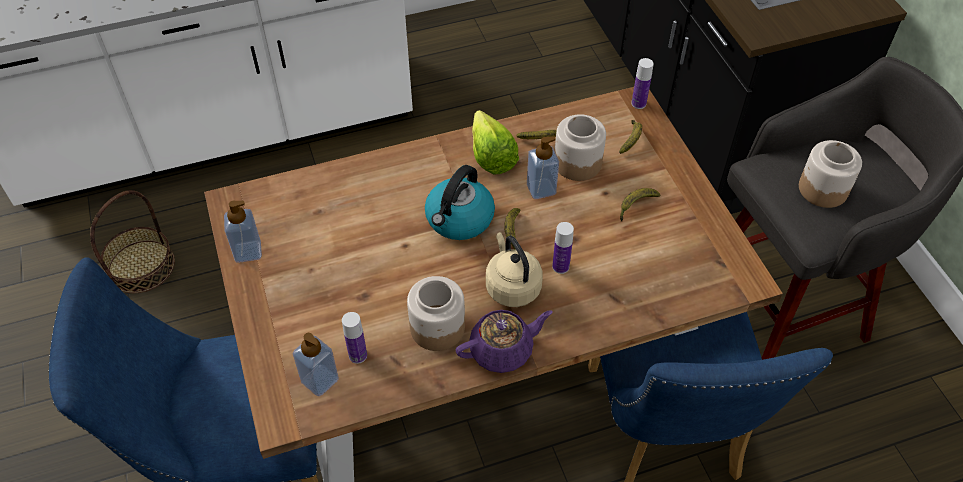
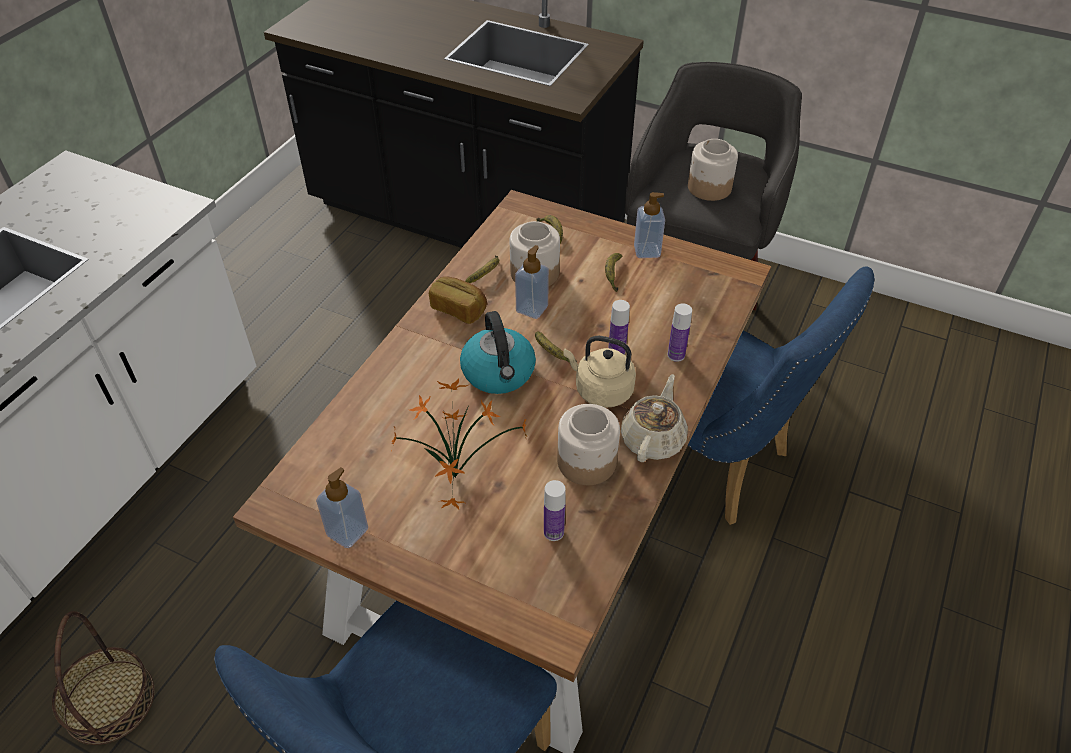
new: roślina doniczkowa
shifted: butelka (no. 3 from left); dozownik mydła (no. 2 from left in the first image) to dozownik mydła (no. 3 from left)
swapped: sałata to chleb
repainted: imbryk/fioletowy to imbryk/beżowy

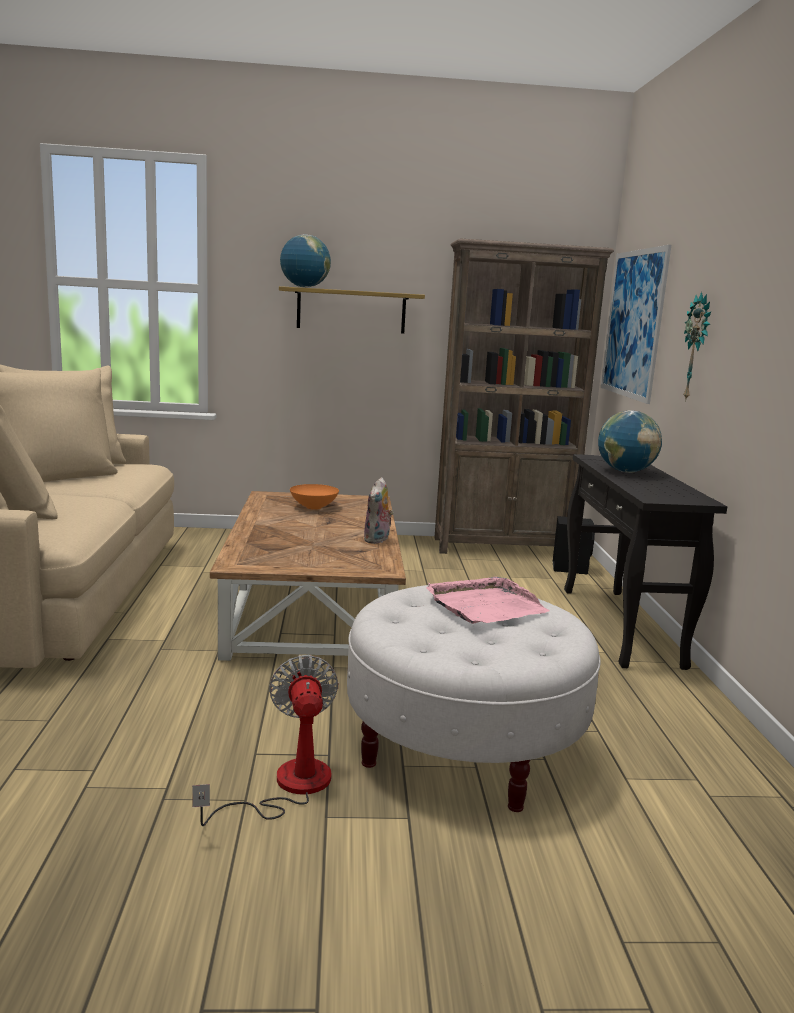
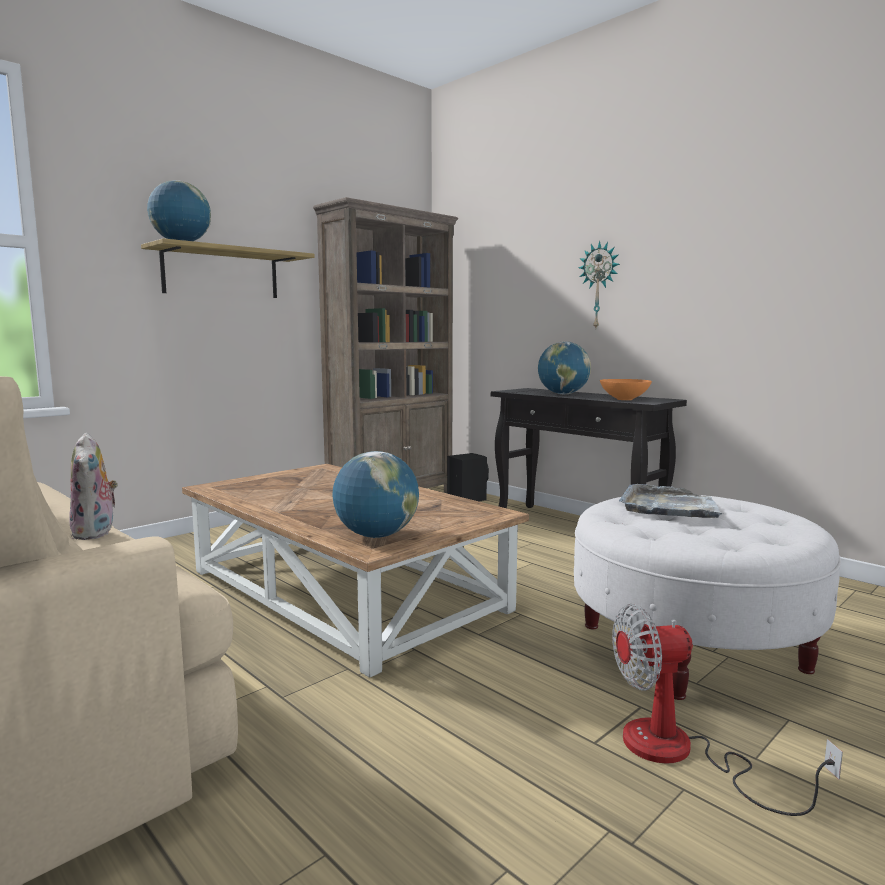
gone: obraz
new: globus (no. 2 from left)
shifted: pluszak; miska/pomarańczowy
repainted: taca/różowy to taca/szary
rotated: wentylator 45 degrees counterclockwise

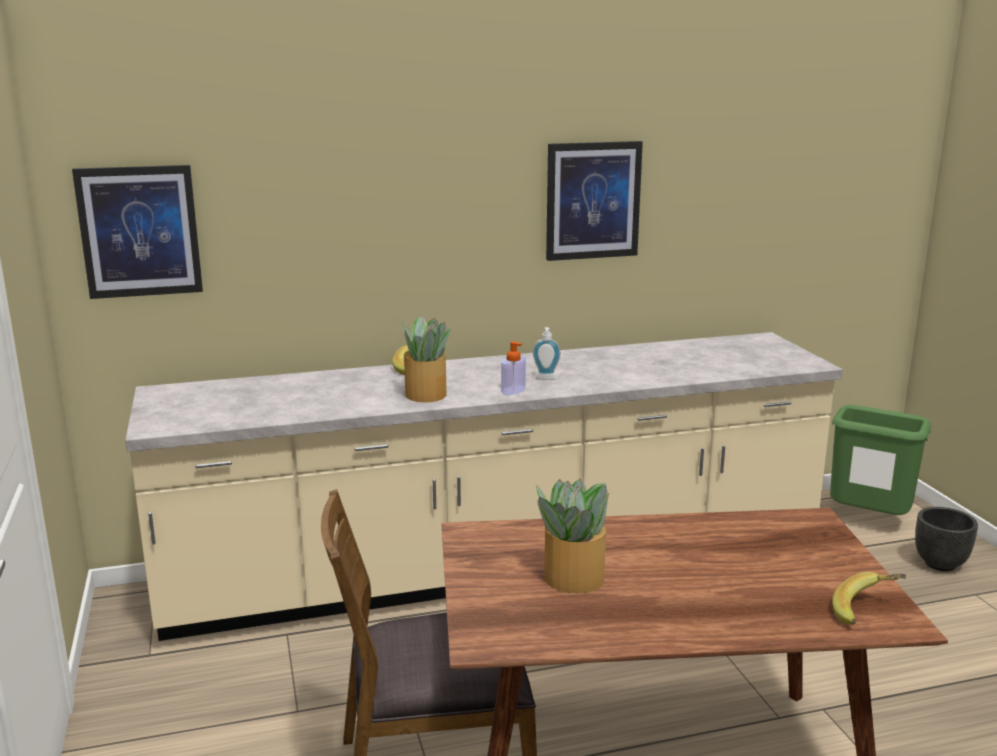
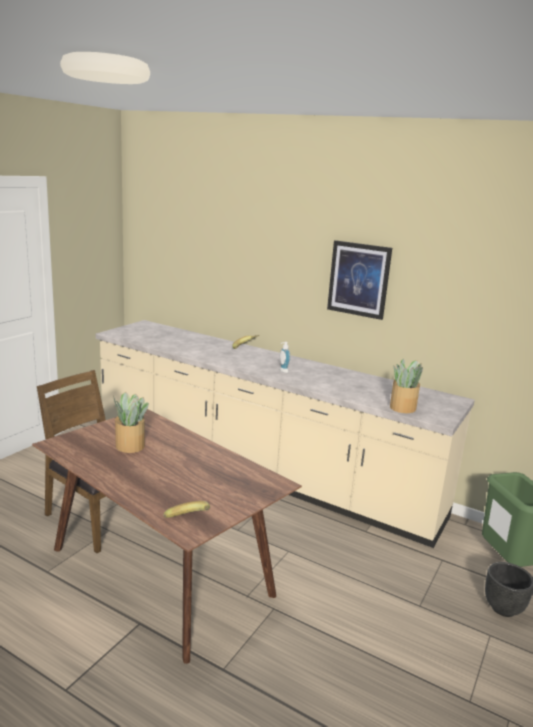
gone: obraz (no. 1 from left); dozownik mydła (no. 1 from left)
shifted: roślina doniczkowa (no. 1 from left in the first image) to roślina doniczkowa (no. 2 from left)

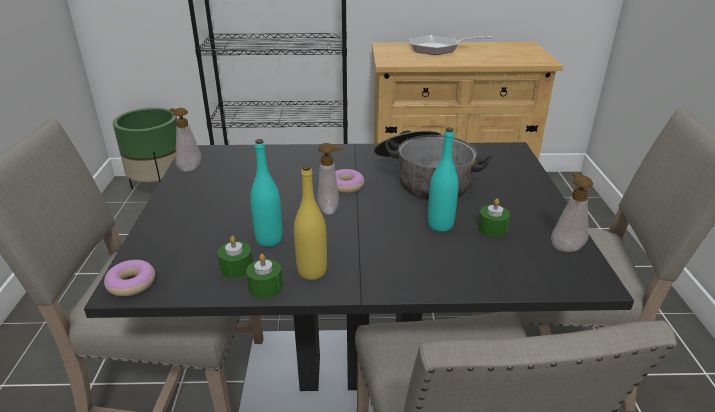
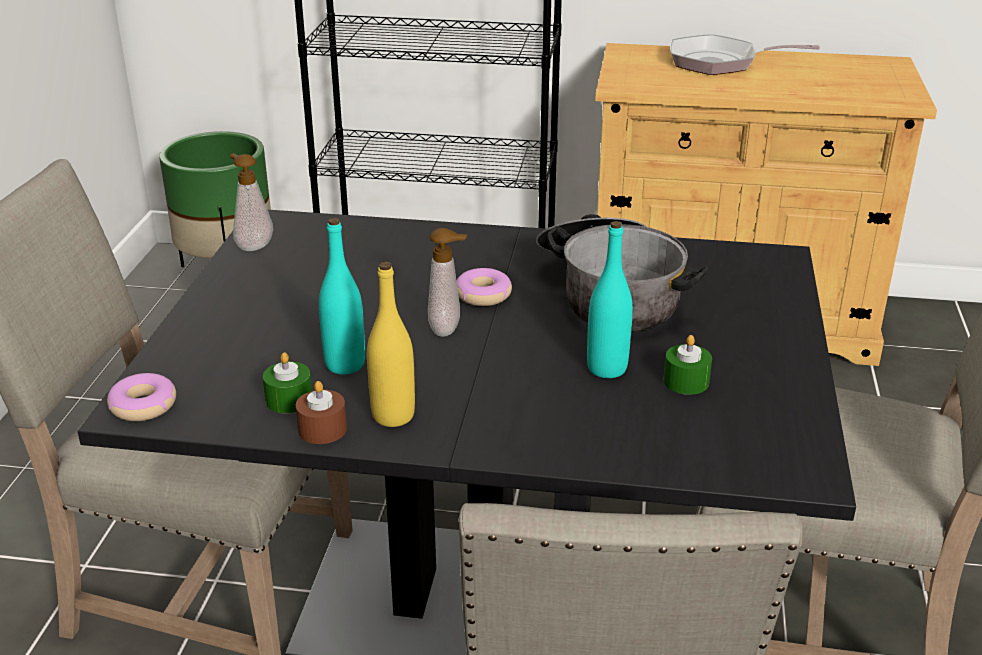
gone: dozownik mydła (no. 3 from left)
repainted: świeca/zielony (no. 2 from left) to świeca/brązowy

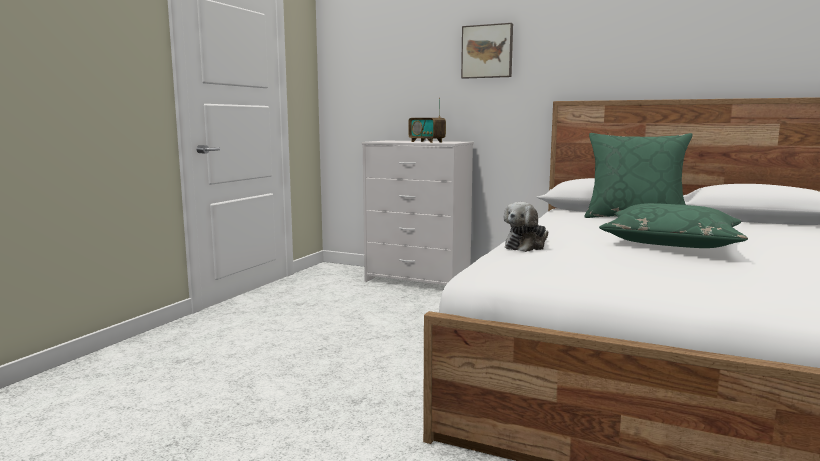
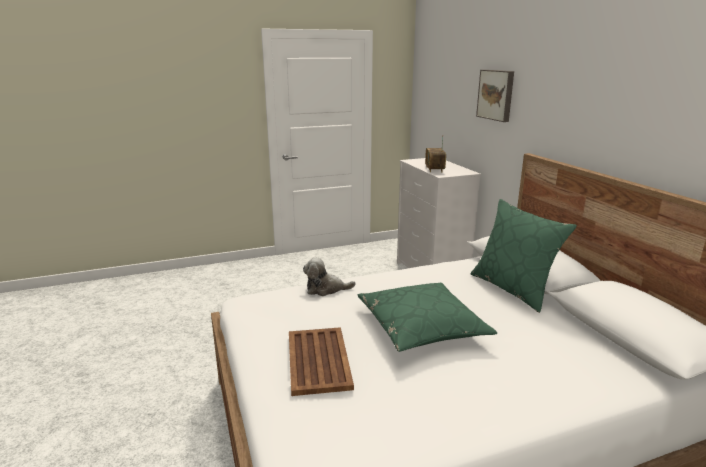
new: taca/brązowy

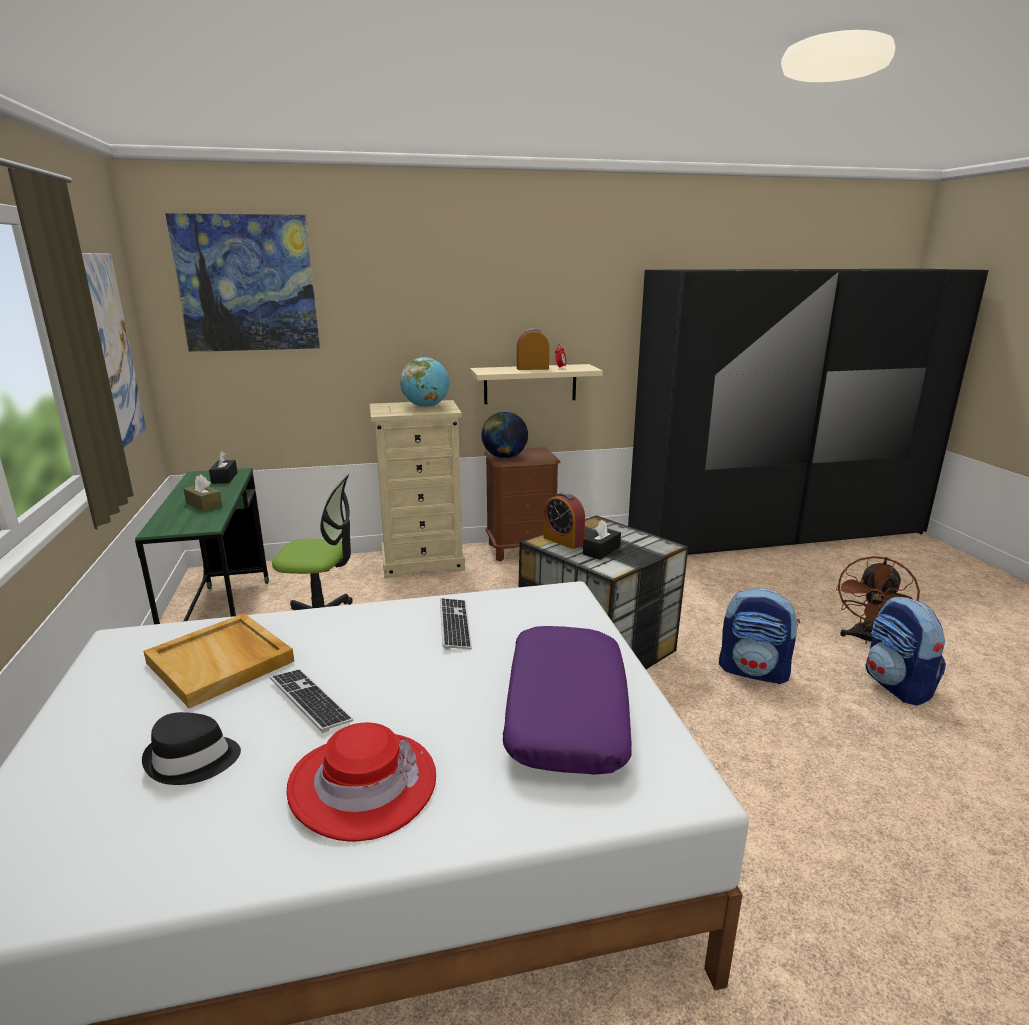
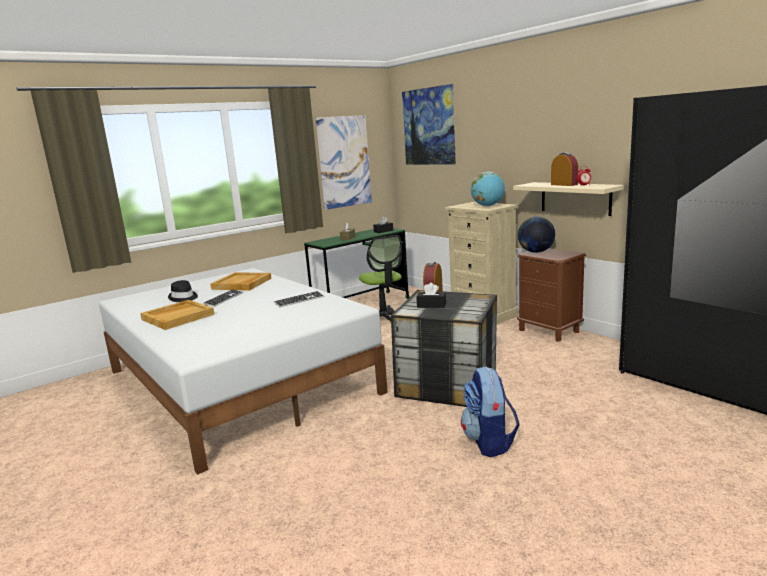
gone: wentylator/brązowy; plecak (no. 2 from left); poduszka/fioletowy
swapped: kapelusz/czerwony to taca/beżowy (no. 1 from left)

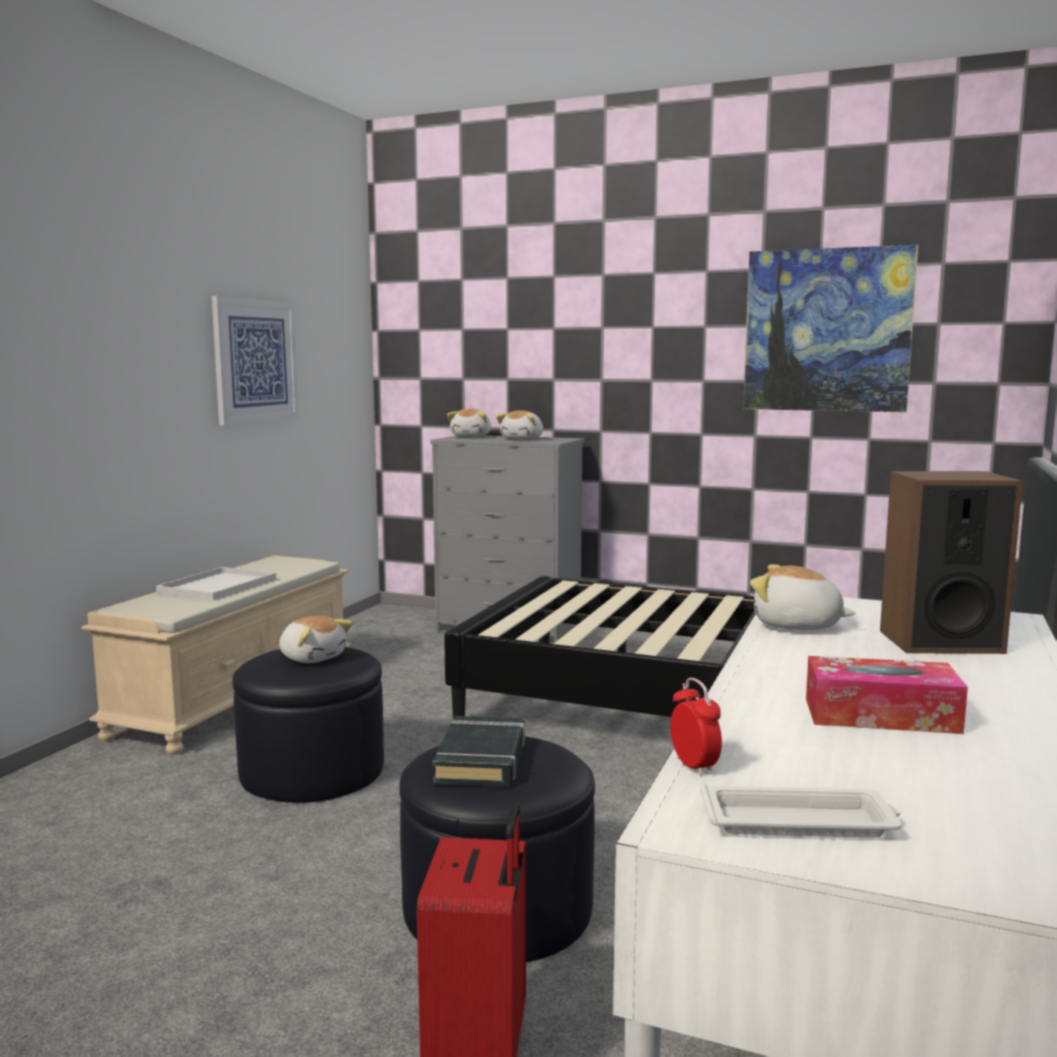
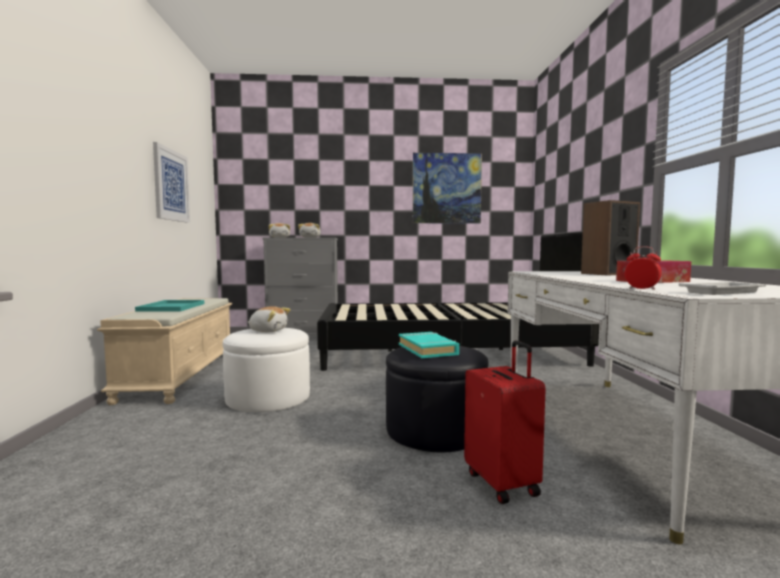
gone: pluszak (no. 4 from left)
repainted: taca/biały (no. 1 from left) to taca/turkusowy; pufa/czarny (no. 1 from left) to pufa/biały; książka/czarny to książka/turkusowy

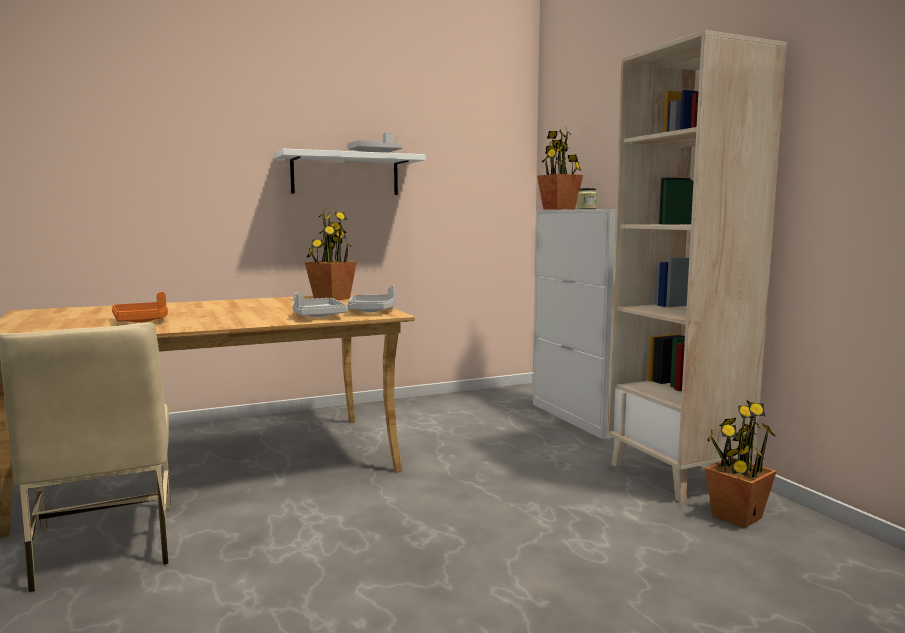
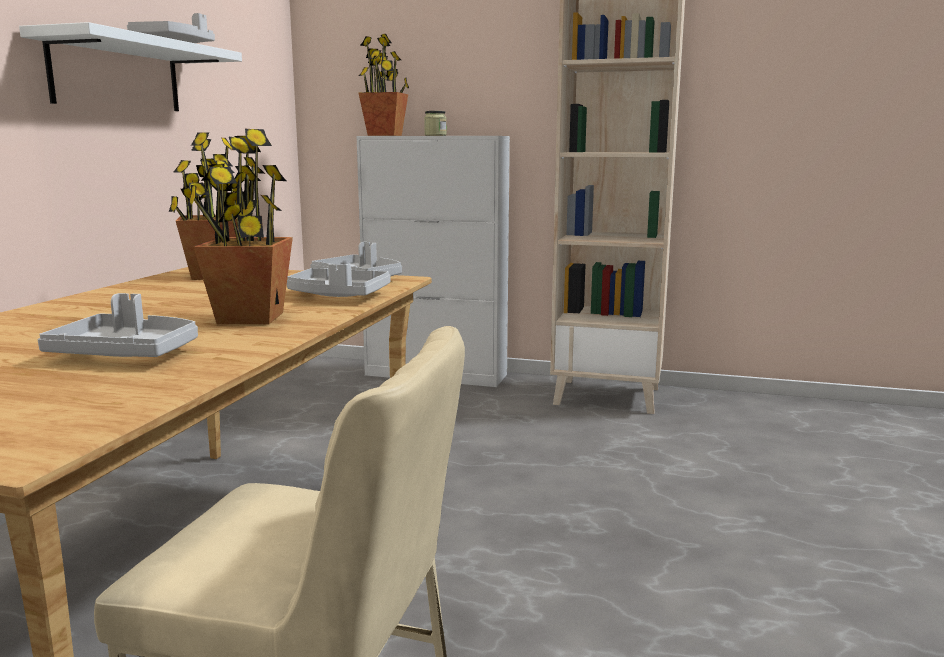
shifted: roślina doniczkowa (no. 3 from left in the first image) to roślina doniczkowa (no. 2 from left)
repainted: taca/pomarańczowy to taca/szary (no. 1 from left)

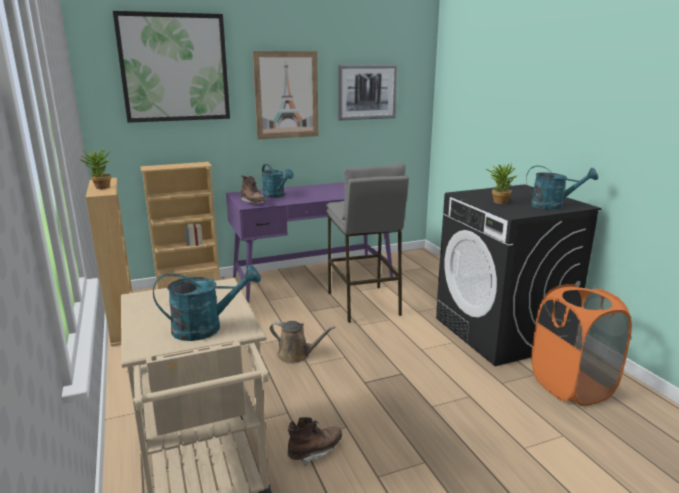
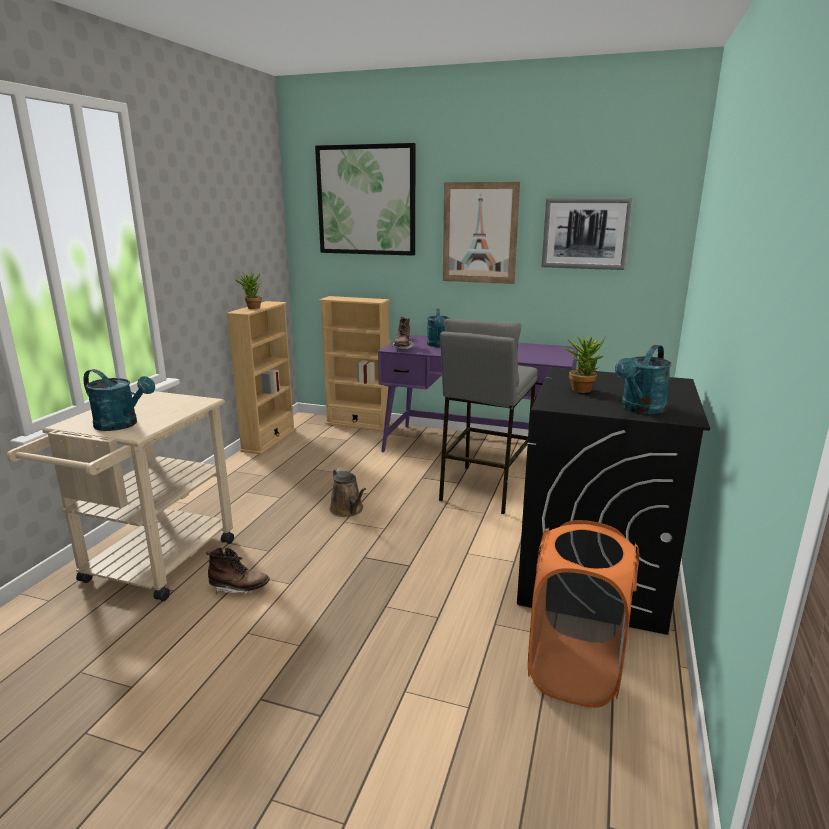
rotated: konewka/turkusowy (no. 3 from left) 75 degrees clockwise

